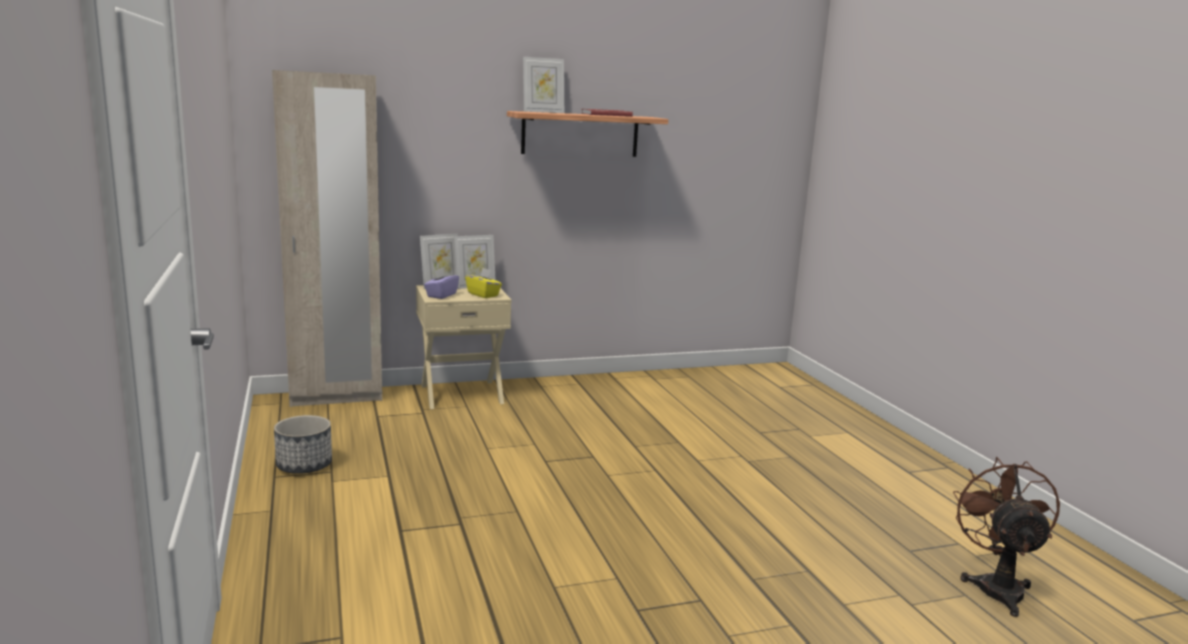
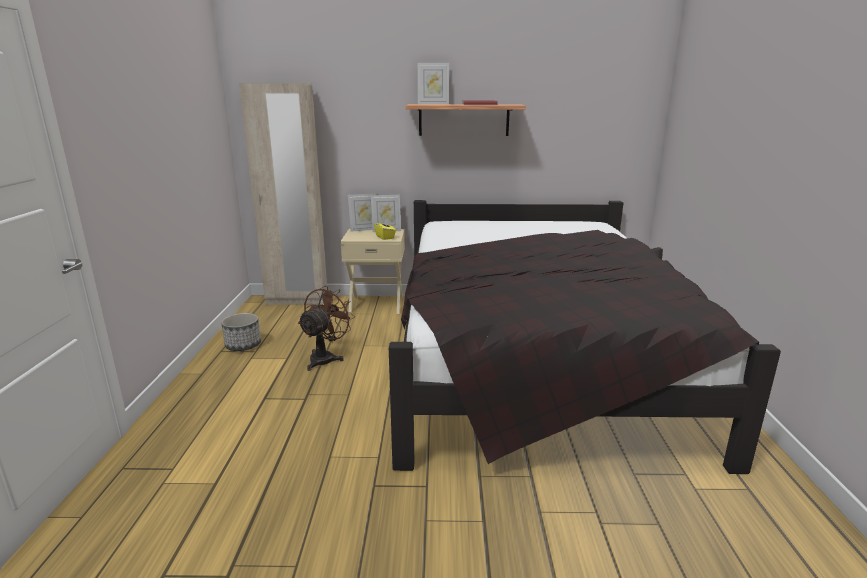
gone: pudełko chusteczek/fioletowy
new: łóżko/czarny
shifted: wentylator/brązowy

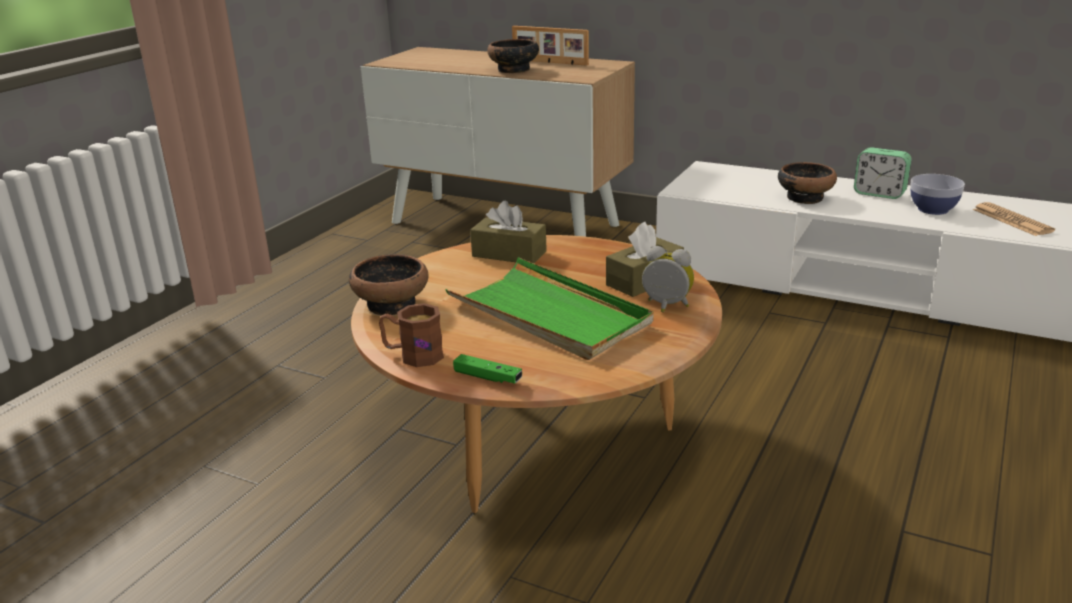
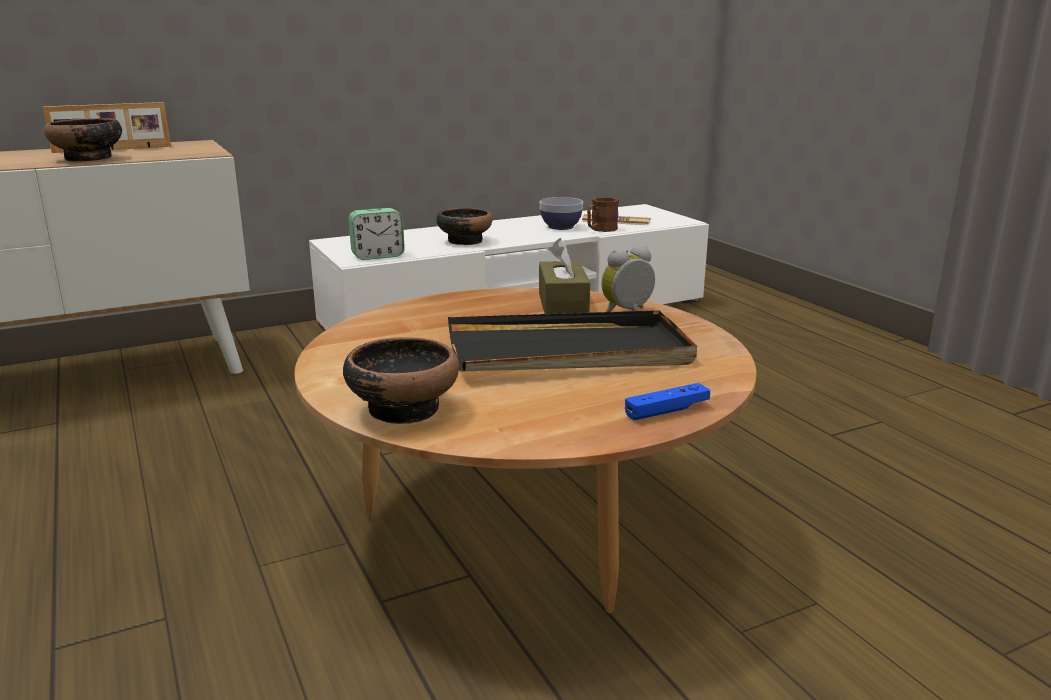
gone: pudełko chusteczek/brązowy (no. 1 from left)
shifted: budzik (no. 2 from left in the first image) to budzik (no. 1 from left); kubek/brązowy
repainted: taca/zielony to taca/czarny; pad do gier/zielony to pad do gier/niebieski

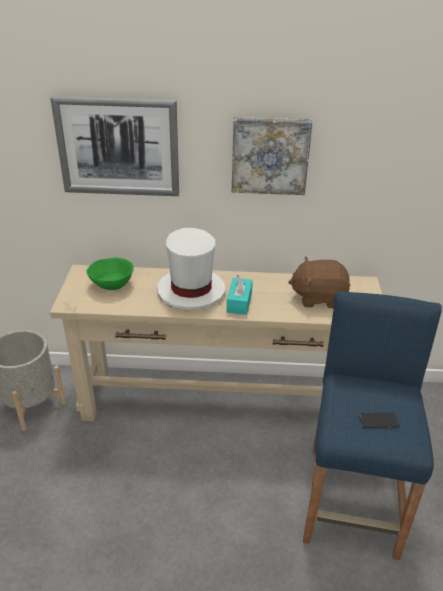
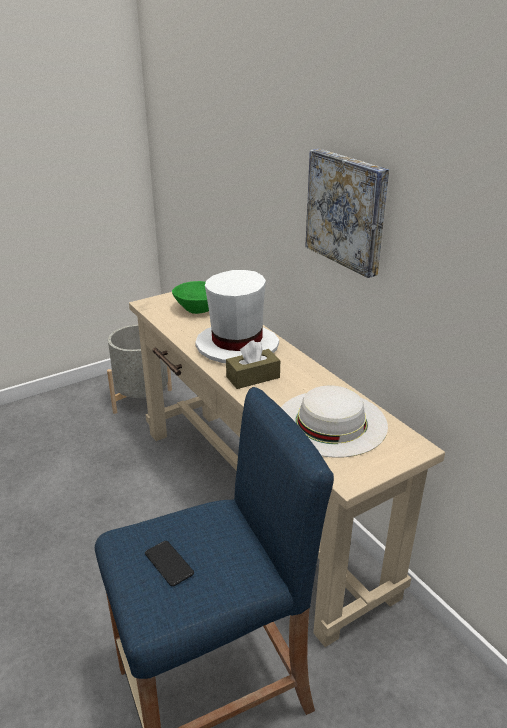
gone: obraz (no. 1 from left)
swapped: pluszak/brązowy to kapelusz/biały (no. 2 from left)
repainted: pudełko chusteczek/turkusowy to pudełko chusteczek/brązowy

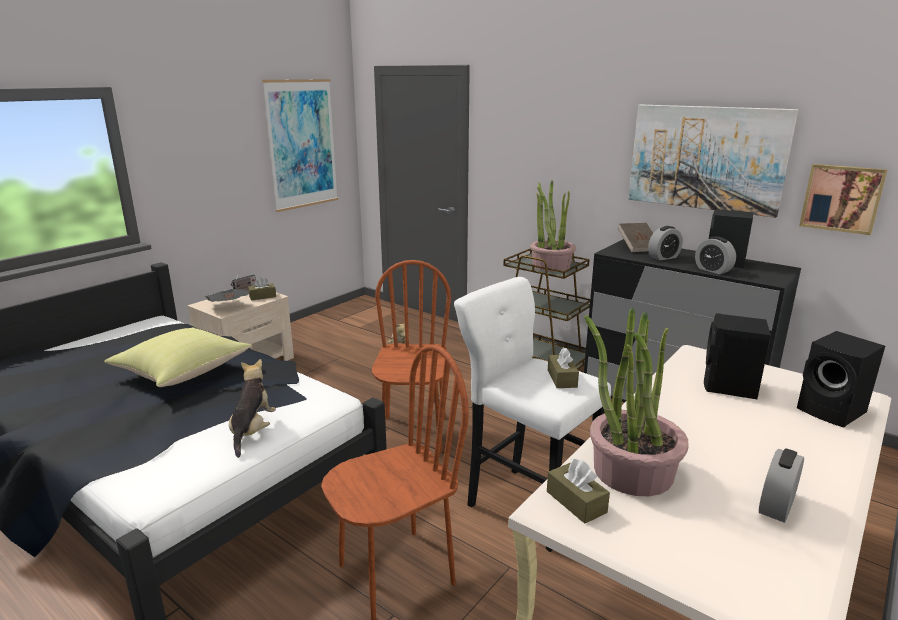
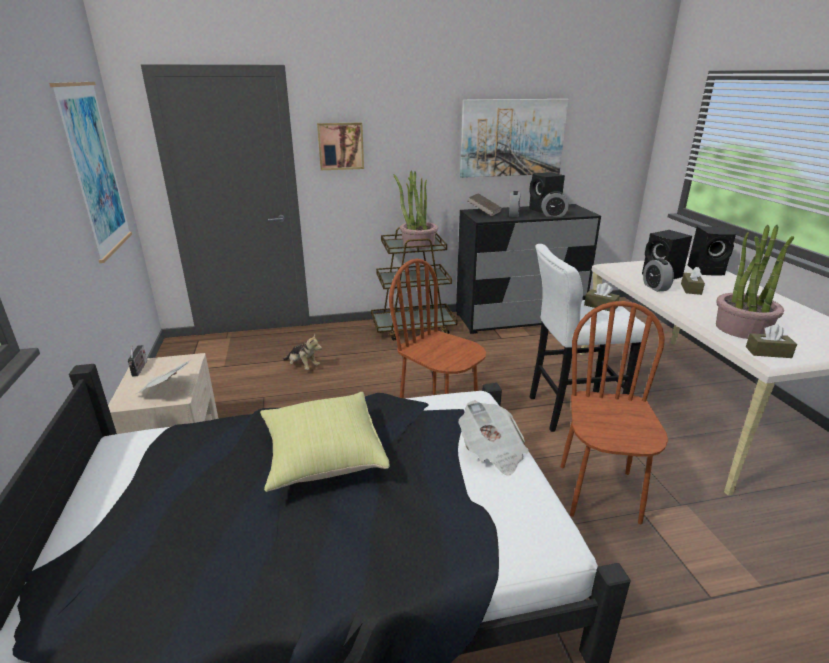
shifted: obraz (no. 3 from left in the first image) to obraz (no. 2 from left); pudełko chusteczek/brązowy (no. 1 from left in the first image) to pudełko chusteczek/brązowy (no. 2 from left); budzik (no. 3 from left)
swapped: pluszak (no. 1 from left) to gazeta (no. 2 from left)

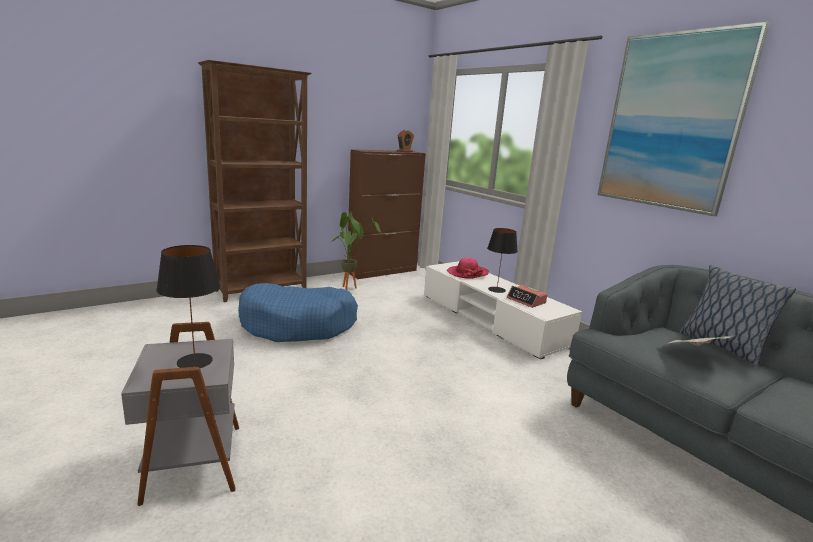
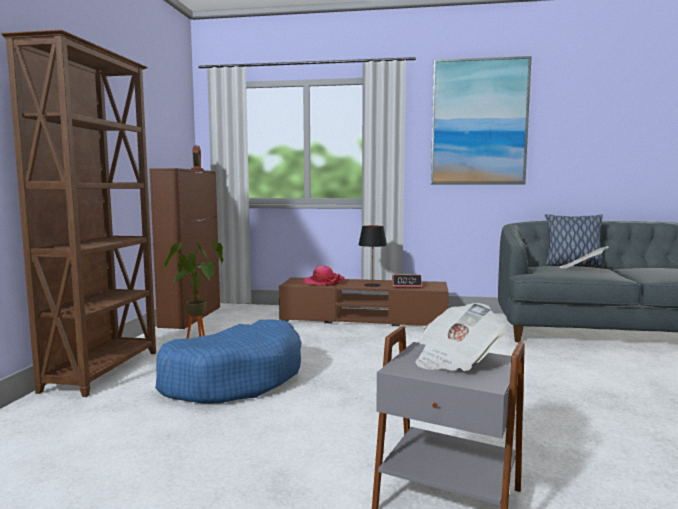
swapped: lampa stołowa/czarny (no. 1 from left) to gazeta (no. 1 from left)
repainted: szafka pod telewizor/biały to szafka pod telewizor/brązowy

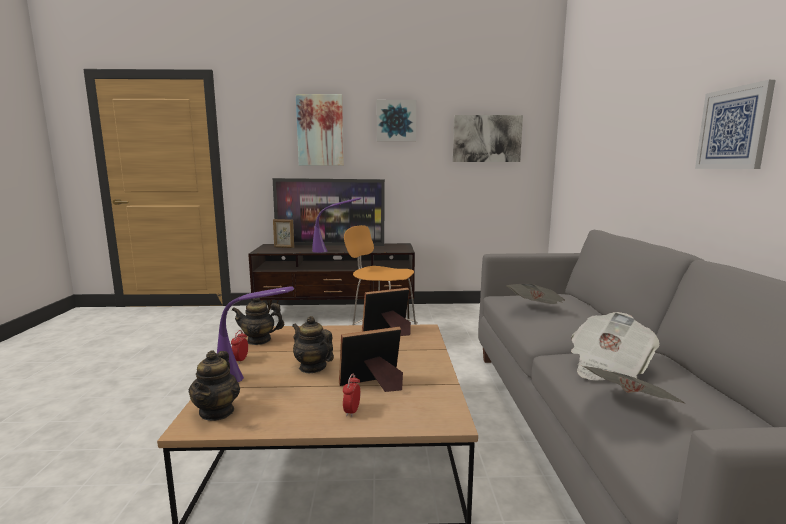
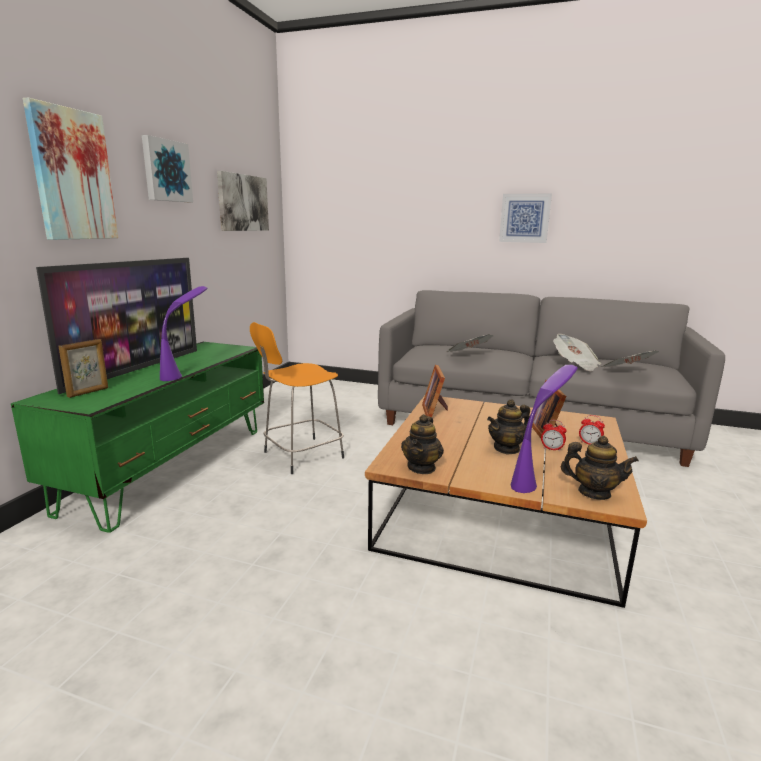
shifted: budzik (no. 1 from left)
repainted: szafka pod telewizor/brązowy to szafka pod telewizor/zielony

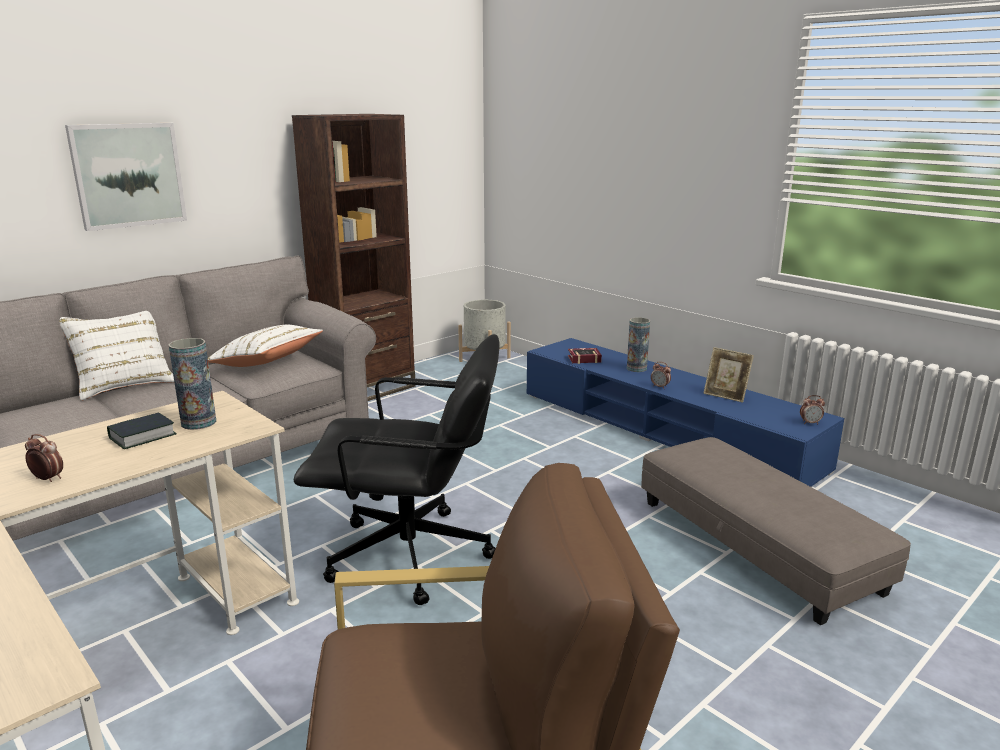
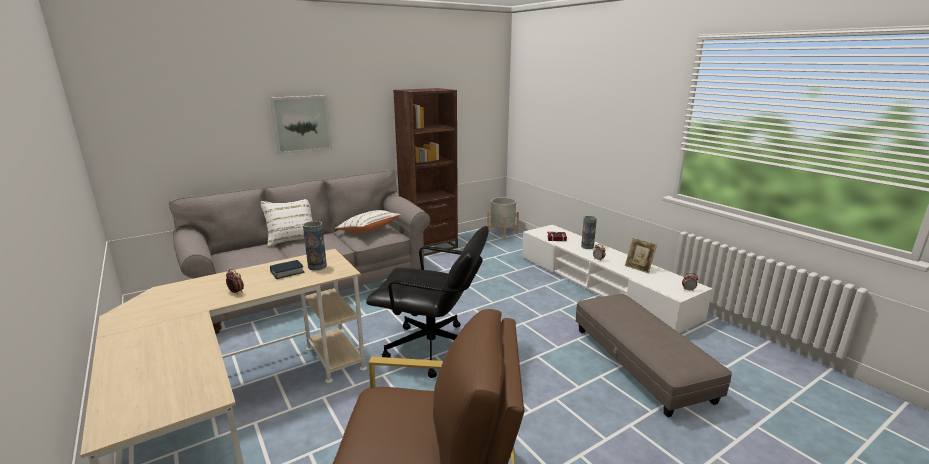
repainted: szafka pod telewizor/niebieski to szafka pod telewizor/biały

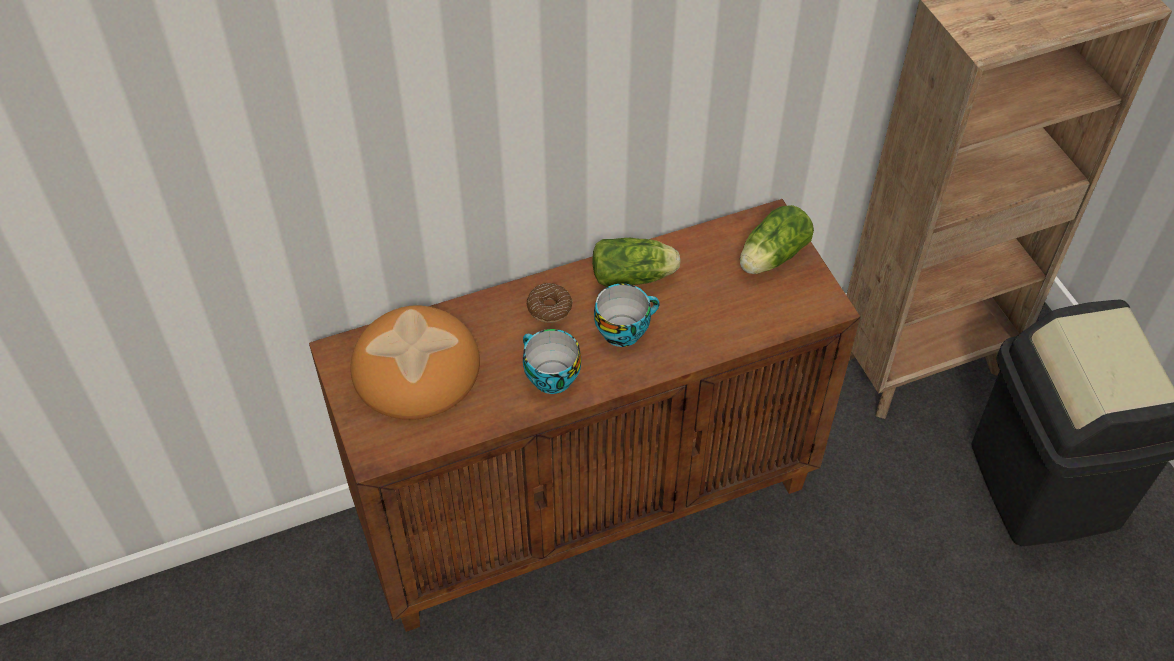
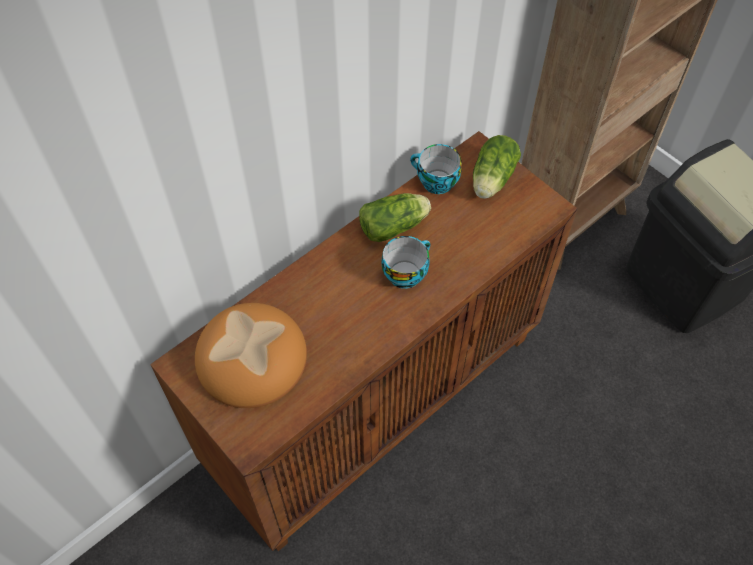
gone: donut
shifted: filiżanka (no. 1 from left in the first image) to filiżanka (no. 2 from left)

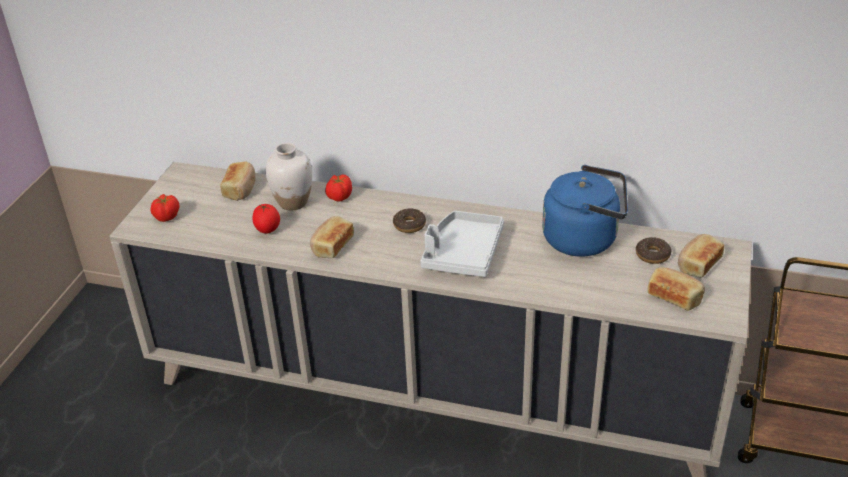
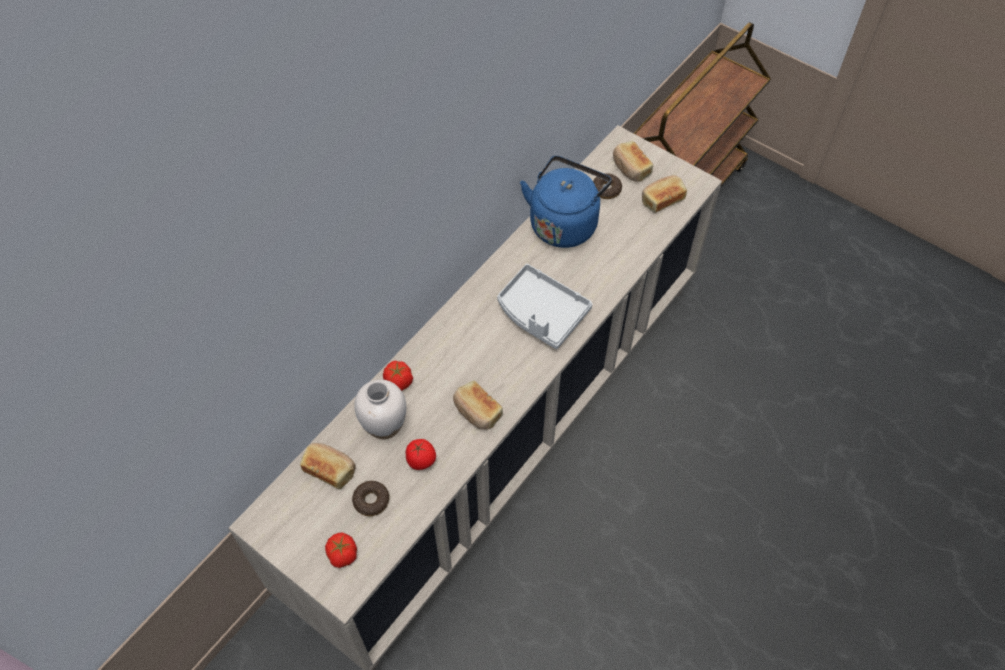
shifted: donut (no. 1 from left)

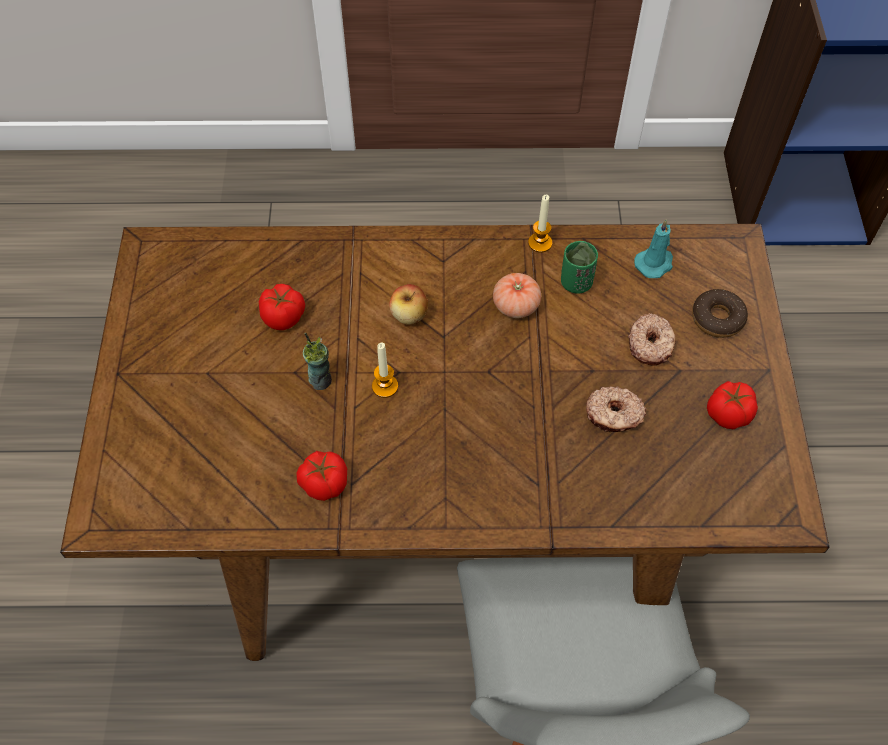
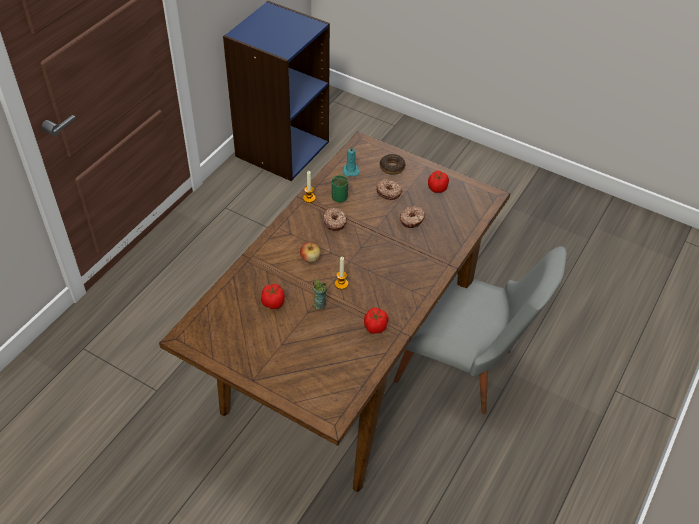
swapped: pomidor (no. 3 from left) to donut (no. 1 from left)

